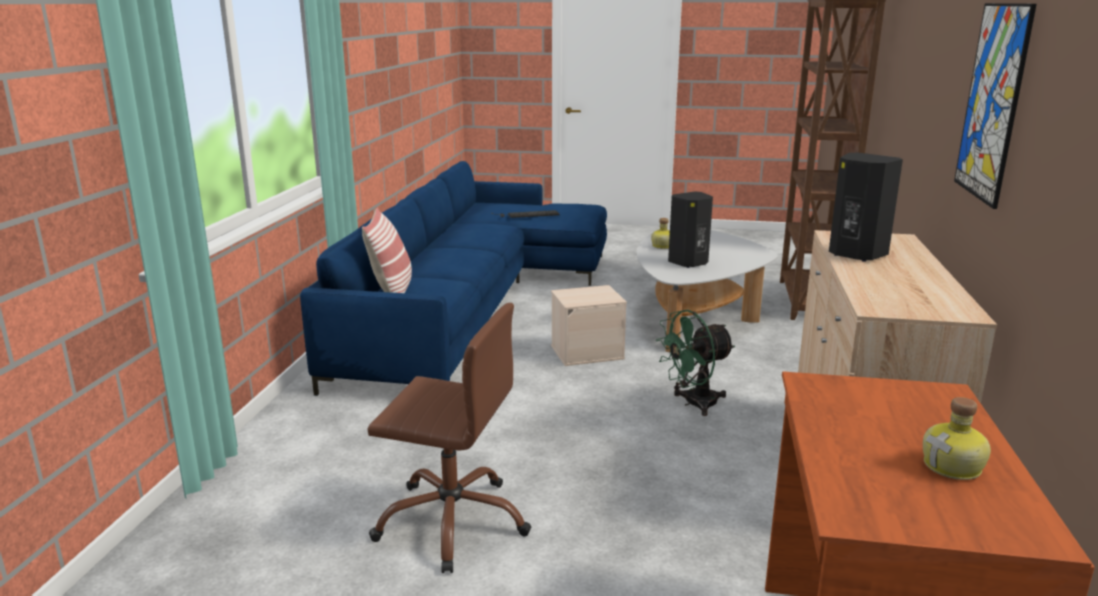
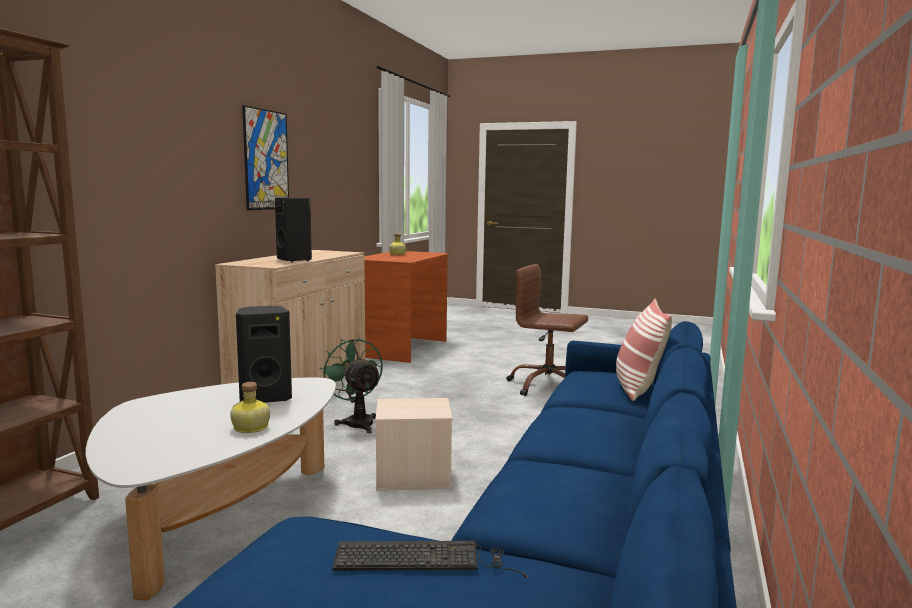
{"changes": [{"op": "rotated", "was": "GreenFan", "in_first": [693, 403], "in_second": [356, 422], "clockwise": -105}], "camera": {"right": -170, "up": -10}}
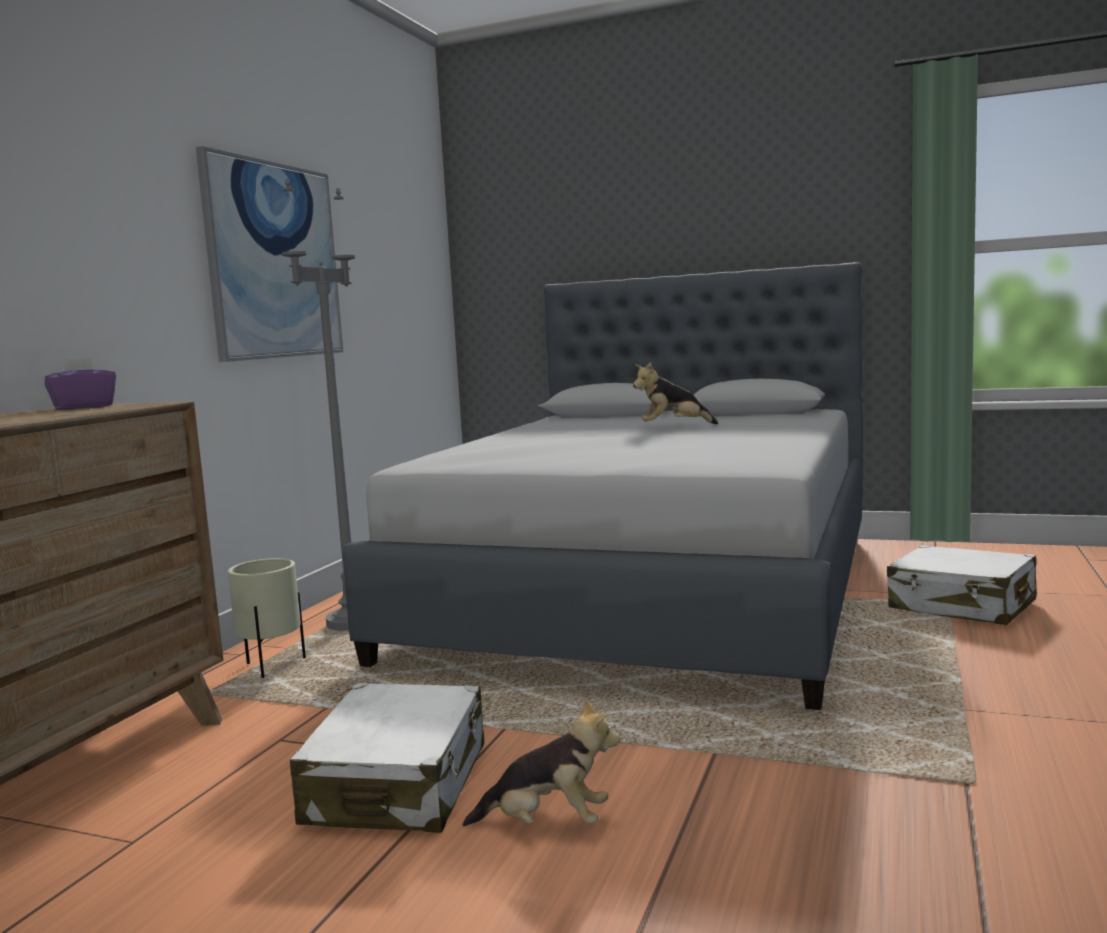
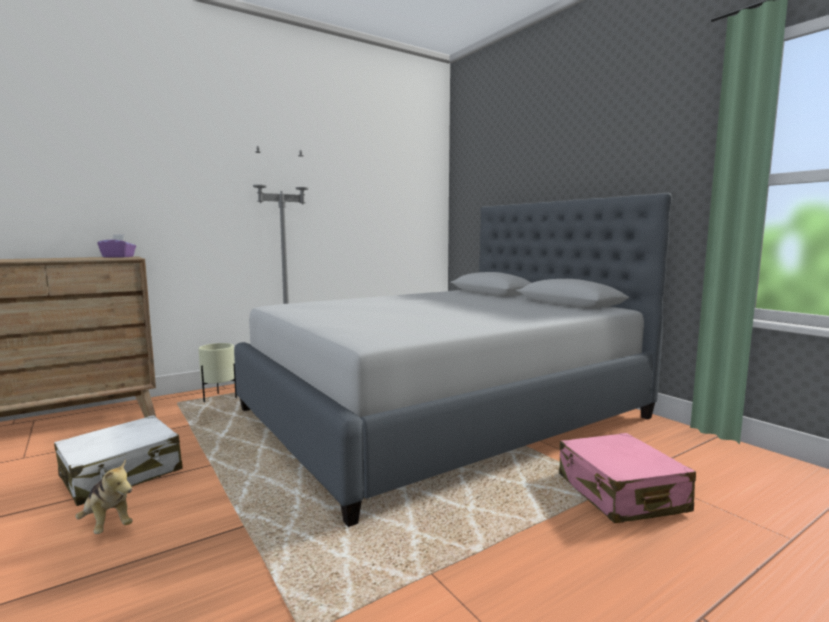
{"changes": [{"op": "gone", "was": "Picture", "in_first": [274, 261]}, {"op": "gone", "was": "PlushToy", "in_first": [673, 427]}, {"op": "repainted", "was": "WhiteSuitcase", "now": "PinkSuitcase", "in_first": [962, 606], "in_second": [620, 494]}], "camera": {"right": 35, "up": 0}}
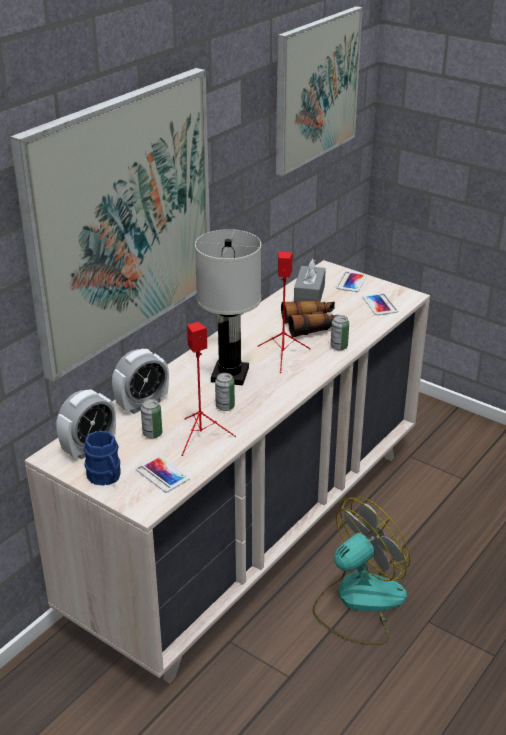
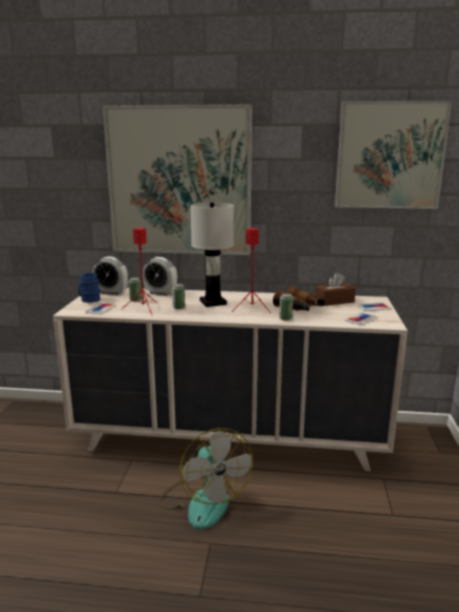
{"changes": [{"op": "repainted", "was": "GreyTissueBox", "now": "BrownTissueBox", "in_first": [309, 295], "in_second": [334, 301]}, {"op": "rotated", "was": "Fan", "in_first": [358, 601], "in_second": [203, 500], "clockwise": 45}], "camera": {"right": 60, "up": -15}}
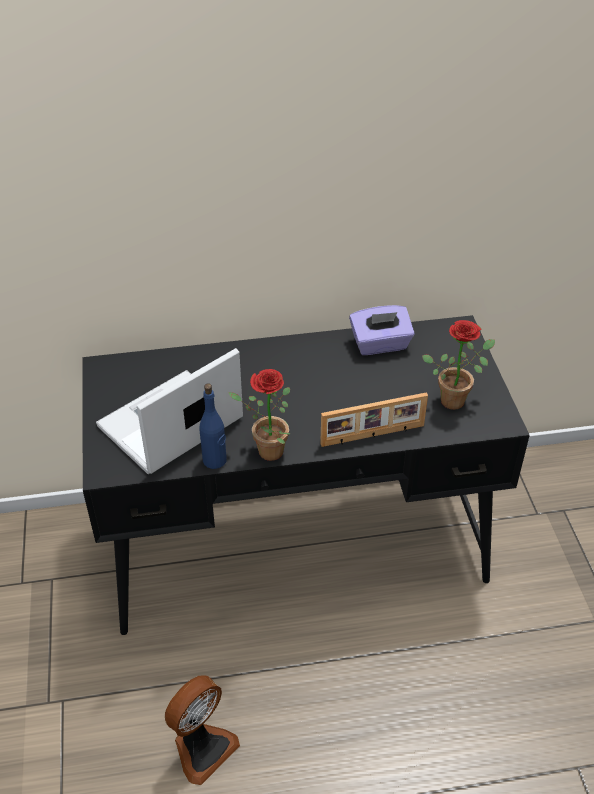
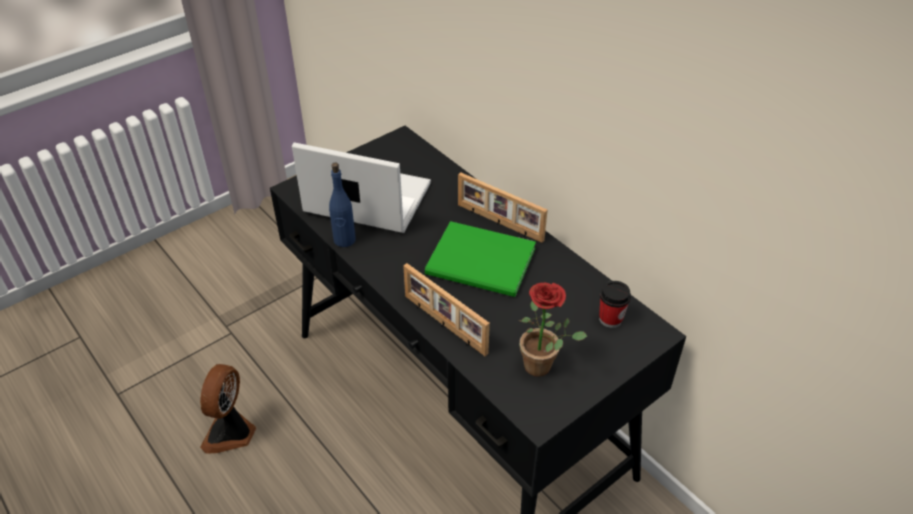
{"changes": [{"op": "gone", "was": "PottedPlant", "in_first": [265, 451]}, {"op": "gone", "was": "PurpleTissueBox", "in_first": [380, 344]}, {"op": "new", "now": "GreenBook", "in_second": [483, 264]}, {"op": "new", "now": "PictureFrame", "in_second": [499, 223]}, {"op": "new", "now": "Cup", "in_second": [610, 319]}, {"op": "rotated", "was": "Fan", "in_first": [202, 747], "in_second": [231, 433], "clockwise": 90}], "camera": {"right": 60, "up": 0}}
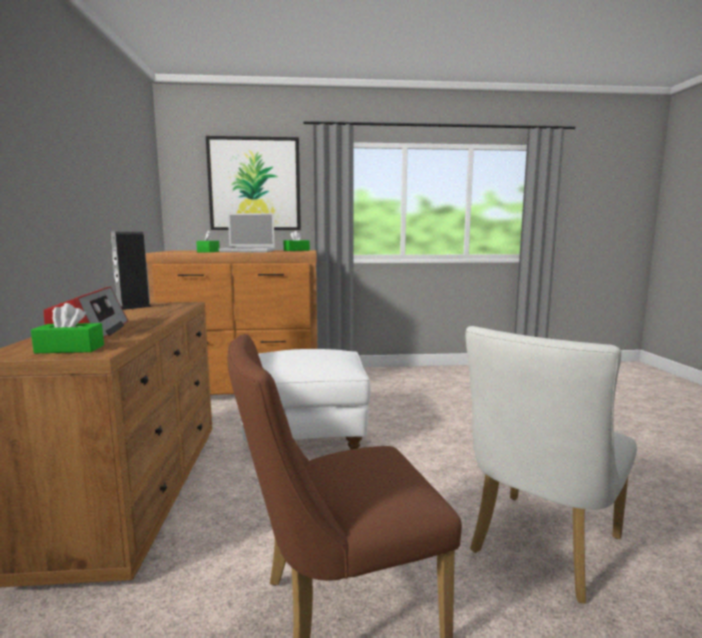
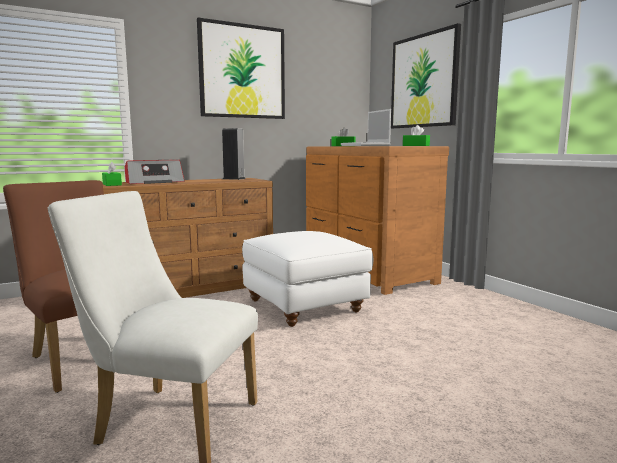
{"changes": [{"op": "new", "now": "Picture", "in_second": [242, 71]}], "camera": {"right": 65, "up": 0}}
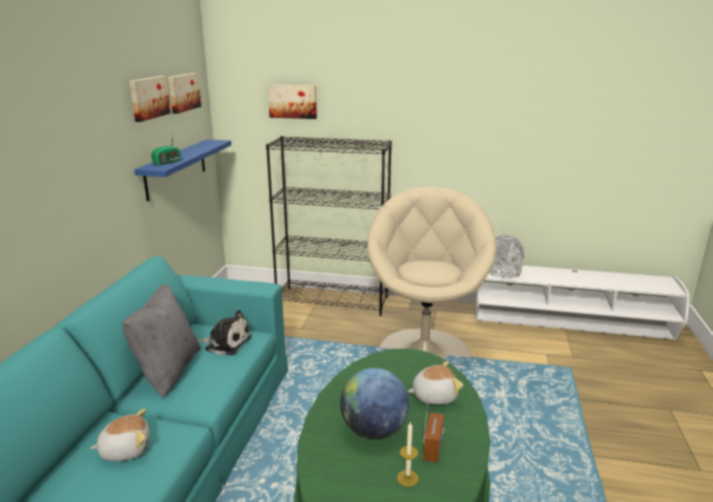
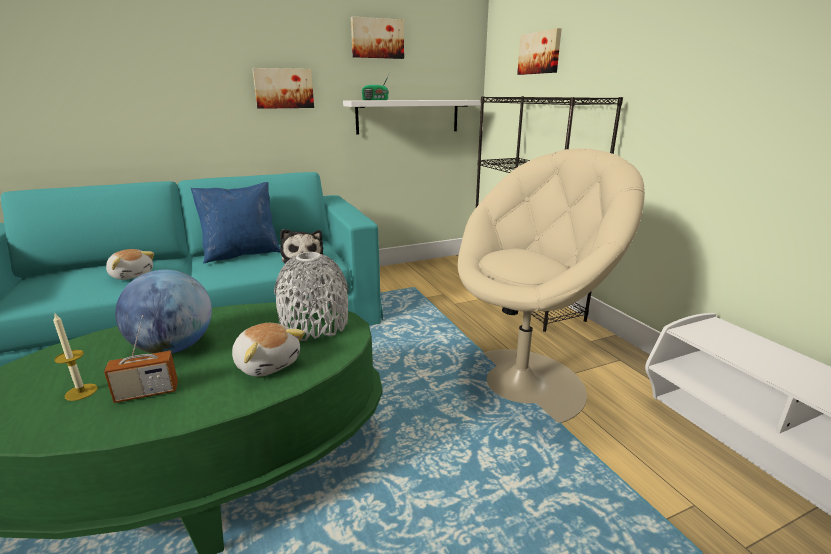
{"changes": [{"op": "shifted", "was": "Picture", "in_first": [183, 92], "in_second": [283, 88]}, {"op": "shifted", "was": "GreyVase", "in_first": [503, 272], "in_second": [315, 325]}, {"op": "repainted", "was": "GreyPillow", "now": "BluePillow", "in_first": [168, 371], "in_second": [242, 254]}, {"op": "repainted", "was": "BlueShelf", "now": "WhiteShelf", "in_first": [176, 168], "in_second": [408, 116]}], "camera": {"right": 55, "up": 0}}
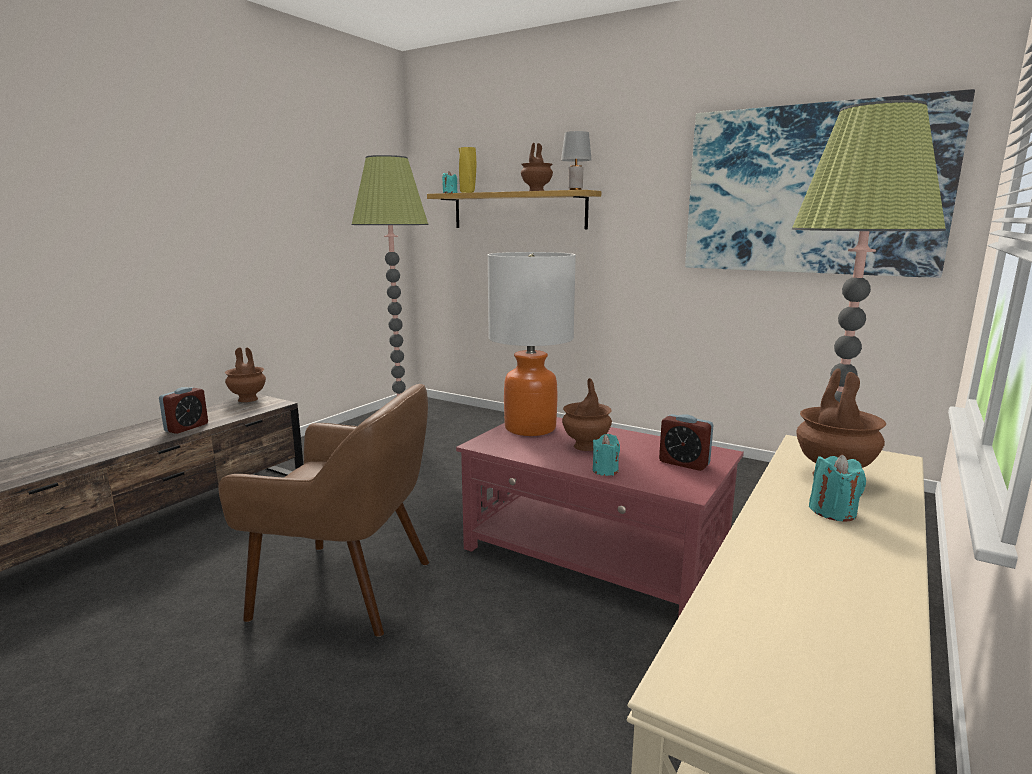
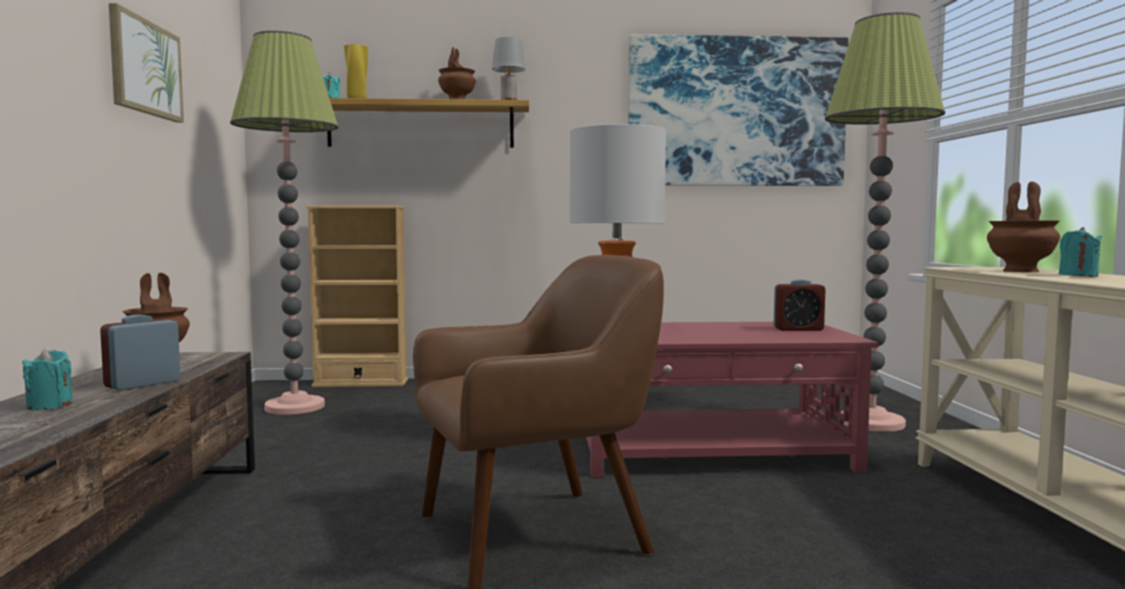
{"changes": [{"op": "gone", "was": "BrownVase", "in_first": [586, 446]}, {"op": "new", "now": "Picture", "in_second": [145, 68]}, {"op": "new", "now": "BeigeBookcase", "in_second": [360, 383]}, {"op": "shifted", "was": "TurquoiseCandle", "in_first": [605, 471], "in_second": [49, 405]}, {"op": "rotated", "was": "AlarmClock", "in_first": [186, 427], "in_second": [143, 384], "clockwise": -135}], "camera": {"right": -35, "up": -10}}
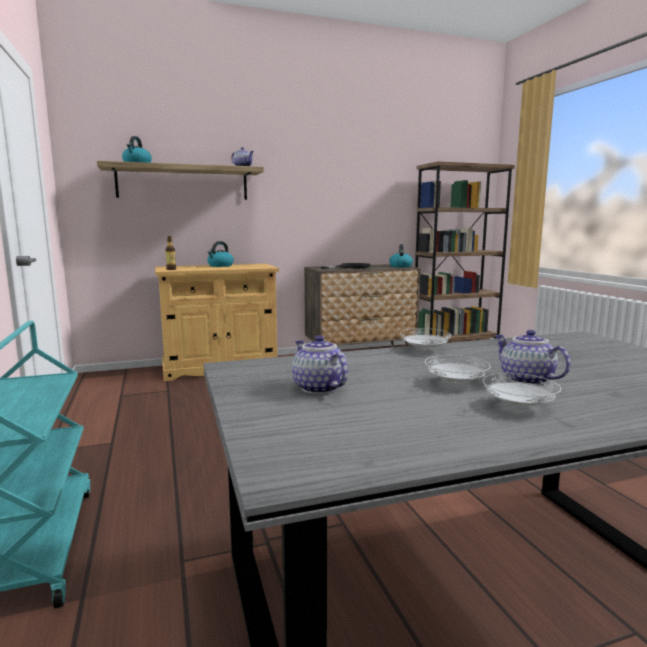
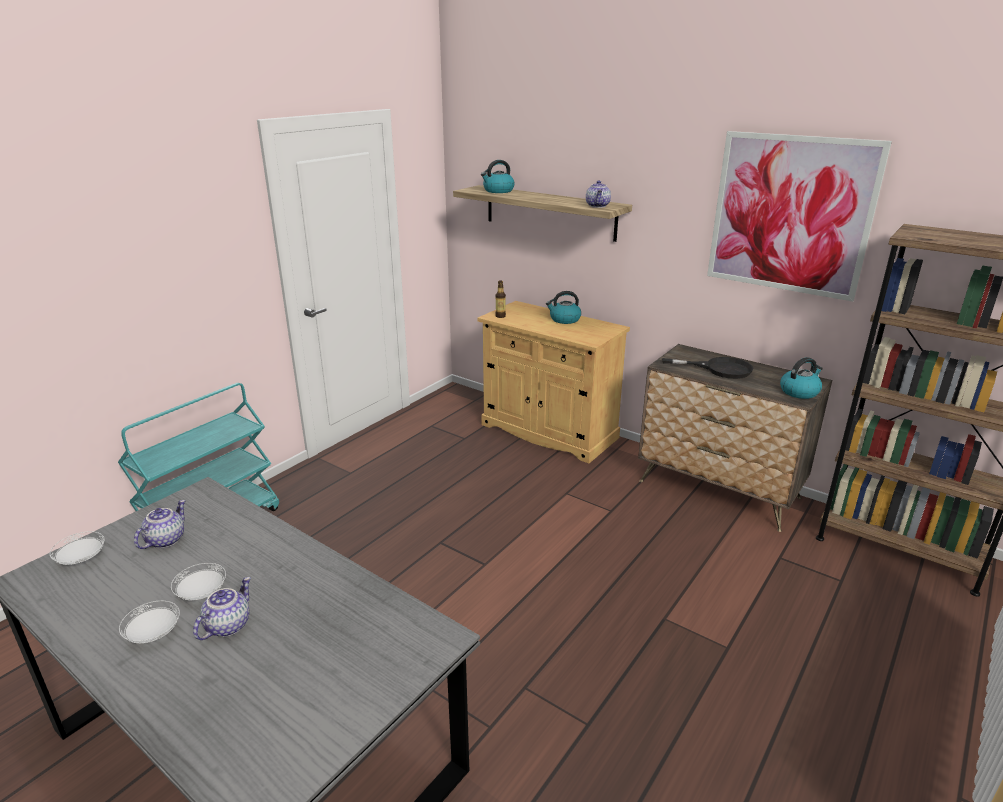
{"changes": [{"op": "new", "now": "Picture", "in_second": [790, 215]}, {"op": "shifted", "was": "WhitePlate", "in_first": [424, 349], "in_second": [82, 558]}], "camera": {"right": 55, "up": 15}}
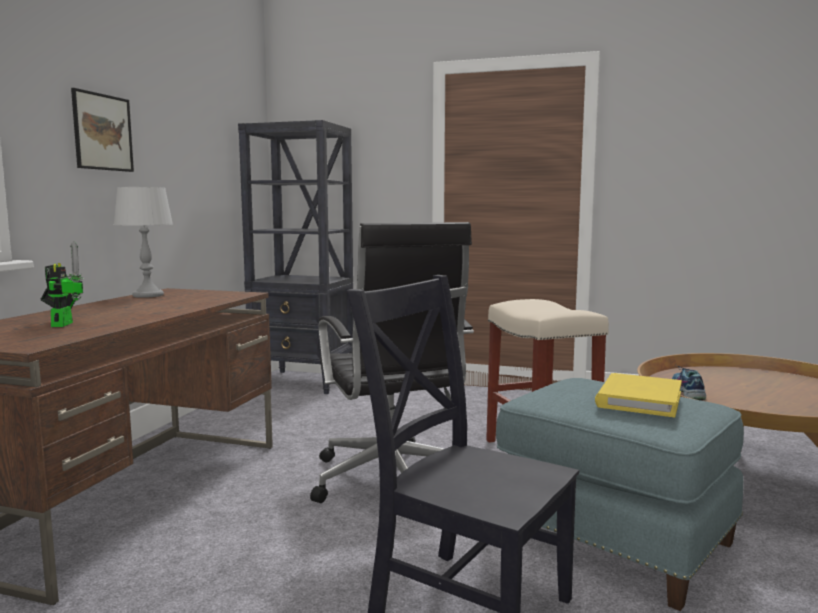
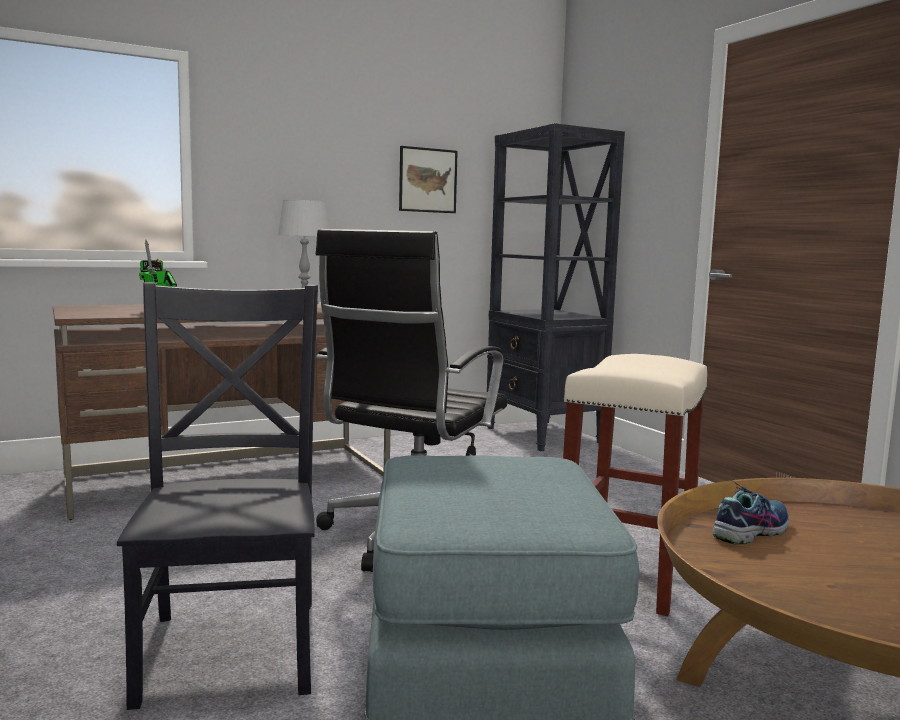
{"changes": [{"op": "gone", "was": "YellowBook", "in_first": [639, 399]}, {"op": "shifted", "was": "Picture", "in_first": [102, 132], "in_second": [427, 180]}], "camera": {"right": 45, "up": 0}}
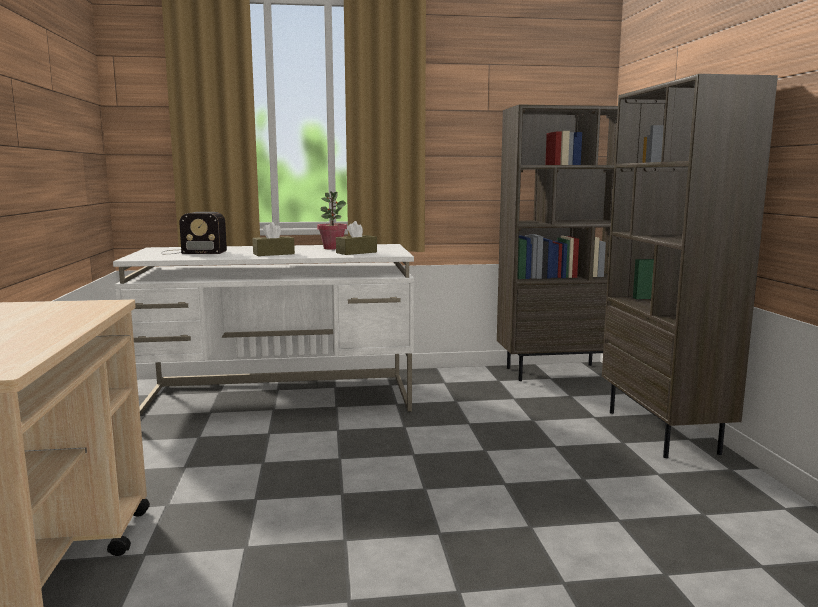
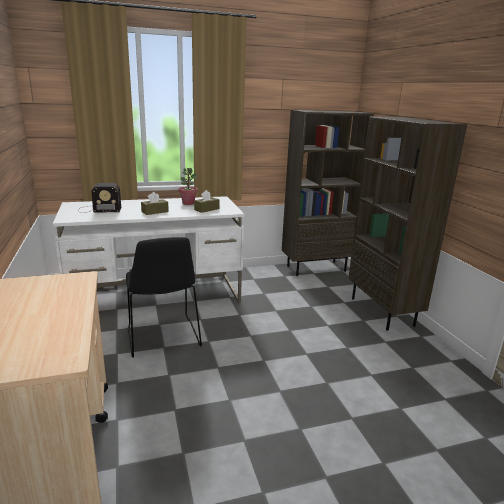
{"changes": [{"op": "new", "now": "BlackChair", "in_second": [163, 338]}], "camera": {"right": -10, "up": 10}}
